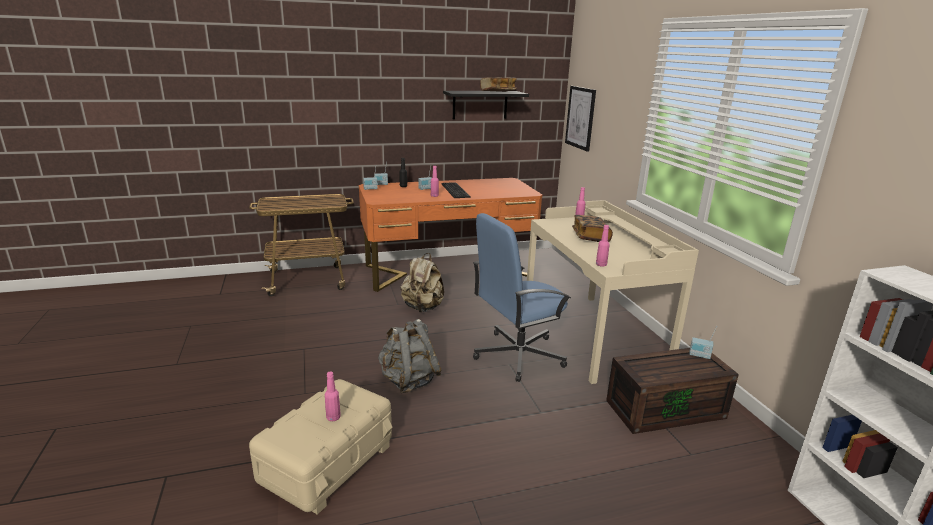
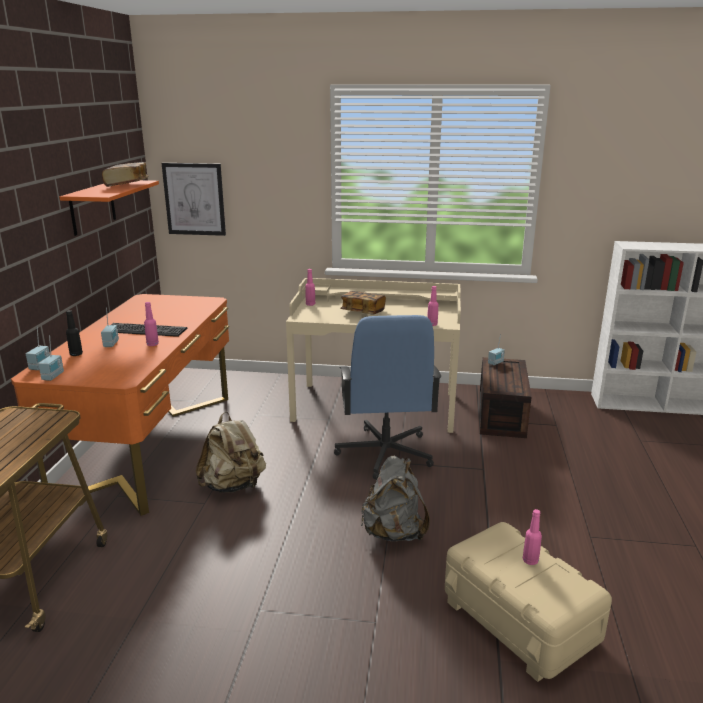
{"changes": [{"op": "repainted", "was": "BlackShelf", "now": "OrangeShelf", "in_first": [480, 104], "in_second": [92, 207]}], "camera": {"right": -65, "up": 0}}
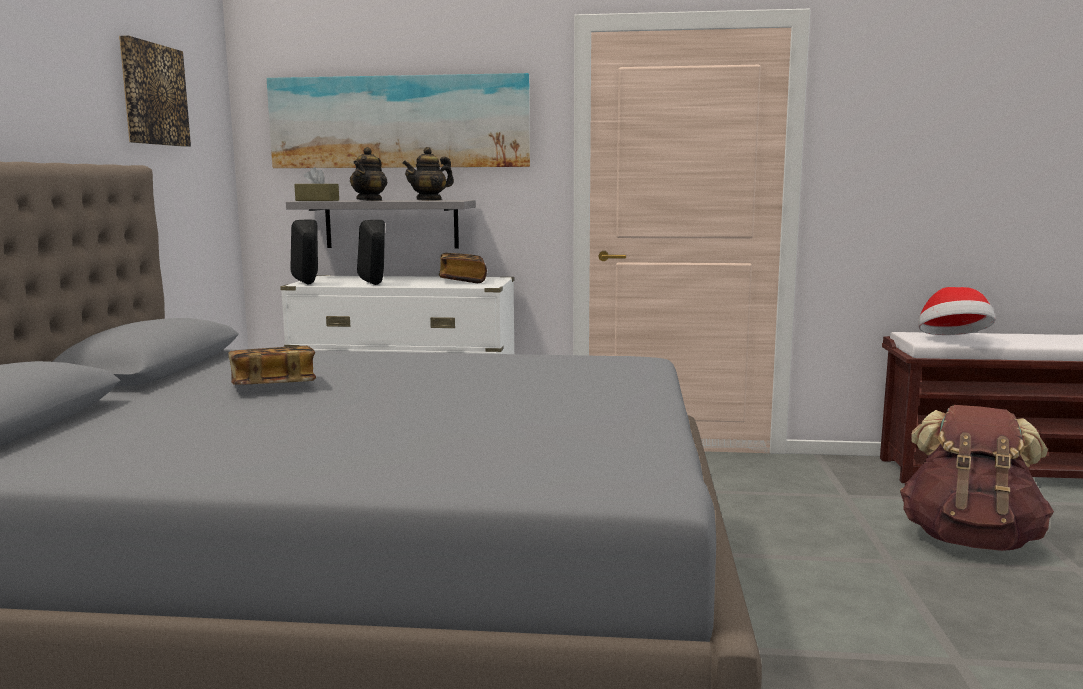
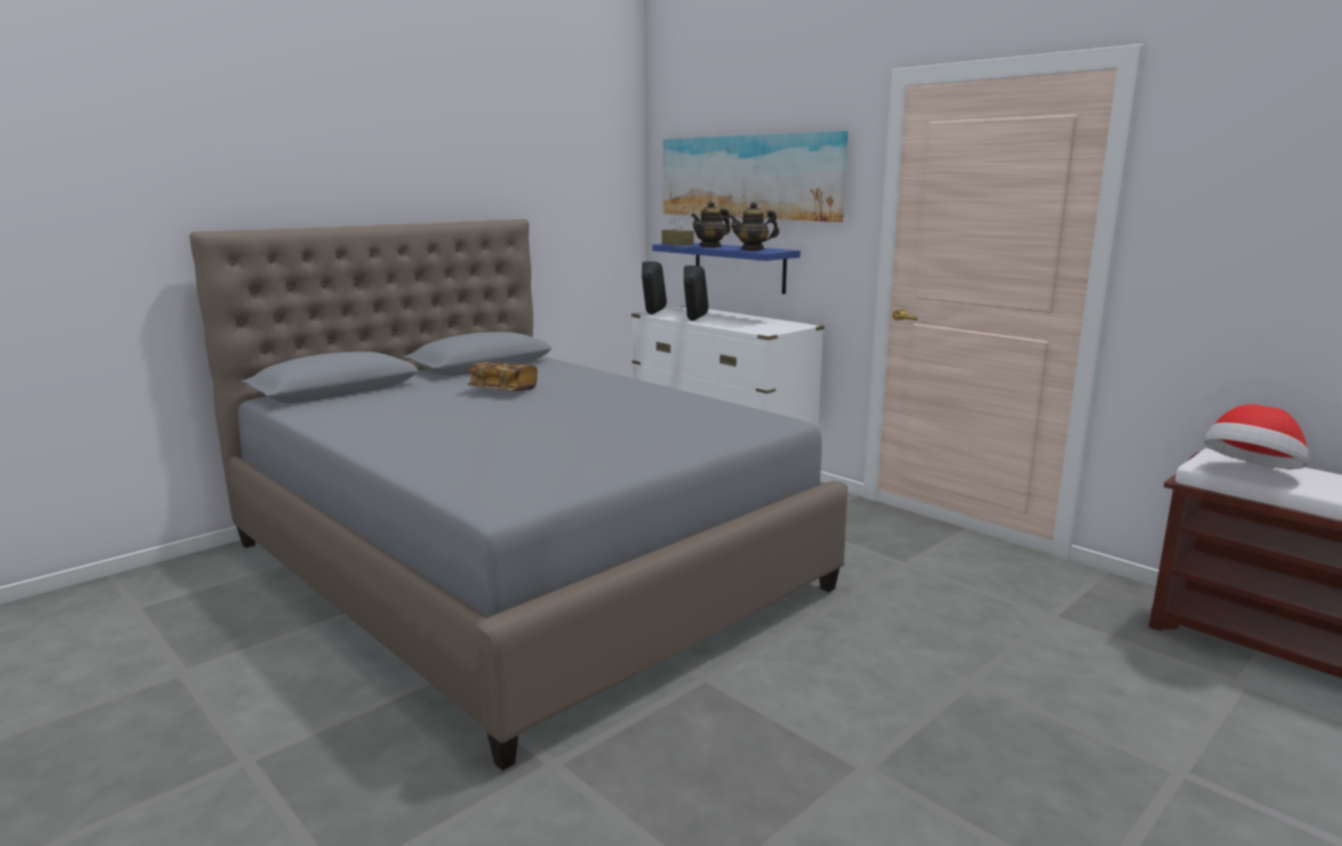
{"changes": [{"op": "gone", "was": "Picture", "in_first": [153, 94]}, {"op": "gone", "was": "Book", "in_first": [463, 281]}, {"op": "gone", "was": "BrownBackpack", "in_first": [969, 540]}, {"op": "repainted", "was": "GreyShelf", "now": "BlueShelf", "in_first": [391, 224], "in_second": [739, 267]}], "camera": {"right": 40, "up": 5}}
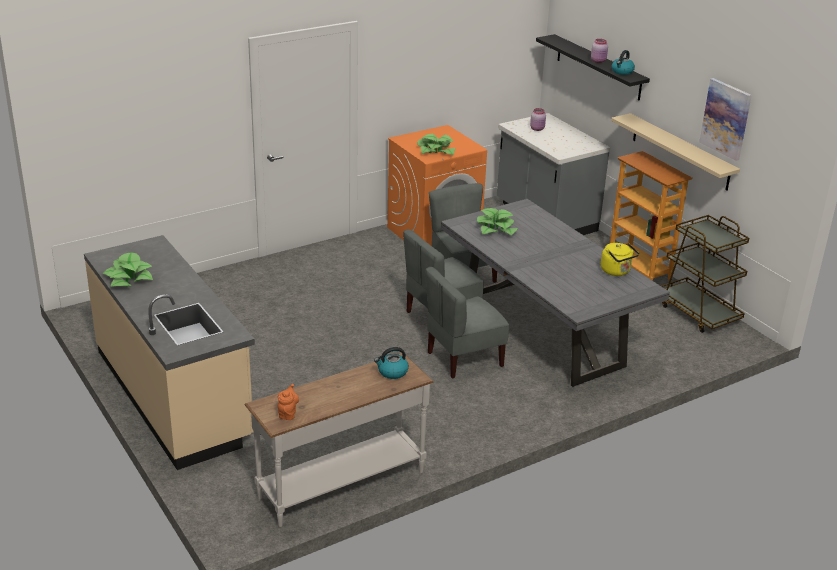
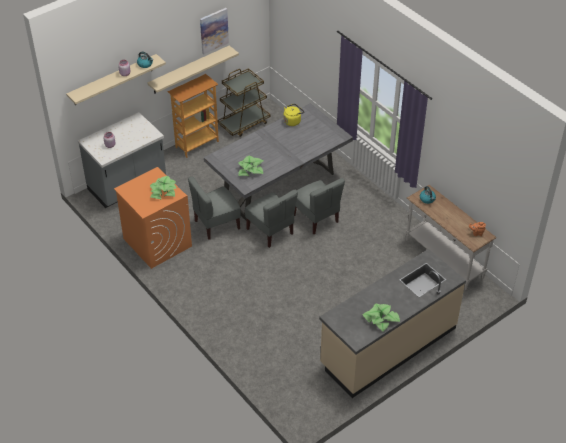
{"changes": [{"op": "repainted", "was": "BlackShelf", "now": "BeigeShelf", "in_first": [598, 67], "in_second": [113, 80]}], "camera": {"right": -95, "up": 15}}
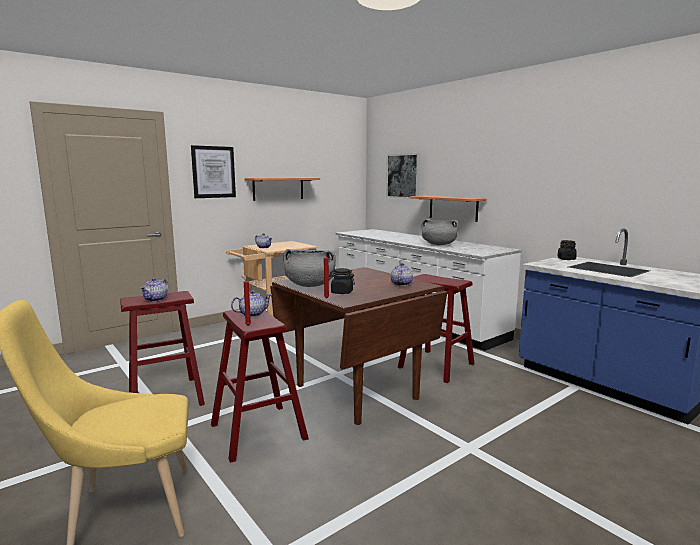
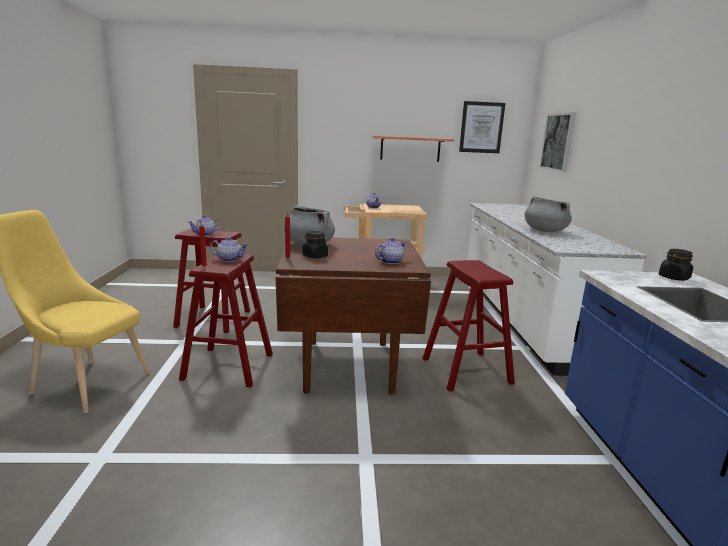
{"changes": [{"op": "gone", "was": "Shelf", "in_first": [453, 208]}, {"op": "shifted", "was": "Picture", "in_first": [213, 172], "in_second": [481, 127]}], "camera": {"right": 35, "up": 5}}
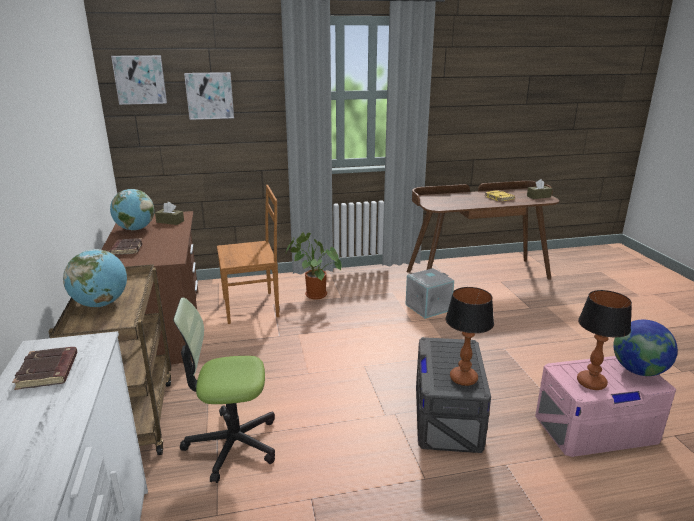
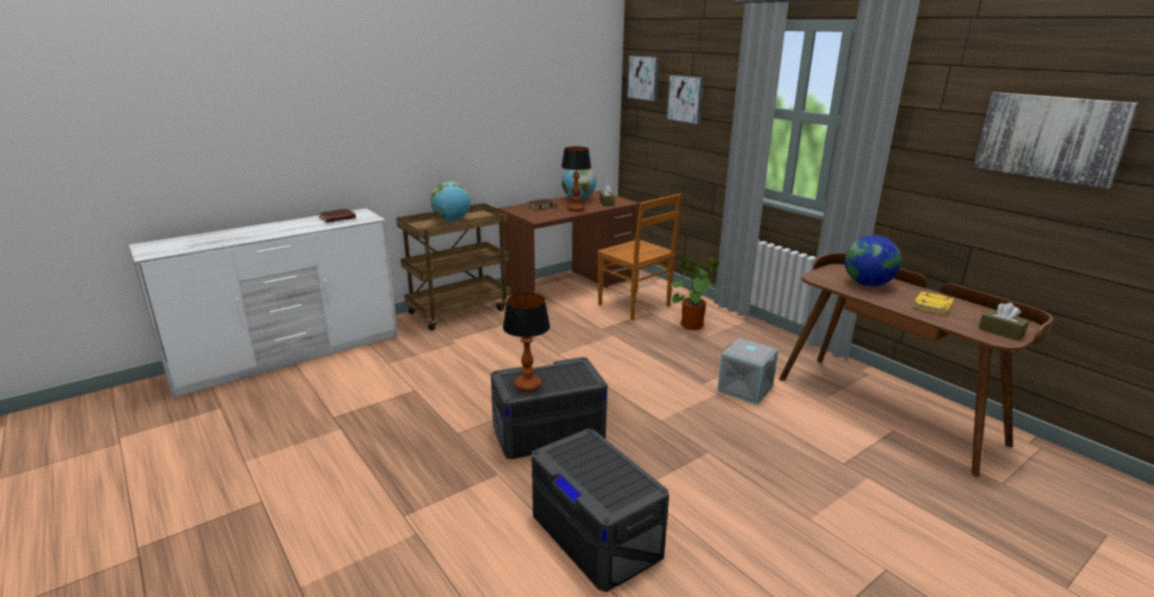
{"changes": [{"op": "gone", "was": "OfficeChair", "in_first": [232, 444]}, {"op": "new", "now": "Picture", "in_second": [1050, 137]}, {"op": "shifted", "was": "TableLamp", "in_first": [591, 382], "in_second": [576, 209]}, {"op": "shifted", "was": "Globe", "in_first": [638, 371], "in_second": [867, 284]}, {"op": "repainted", "was": "PinkStorageBox", "now": "GreyStorageBox", "in_first": [596, 428], "in_second": [595, 534]}], "camera": {"right": 65, "up": 0}}
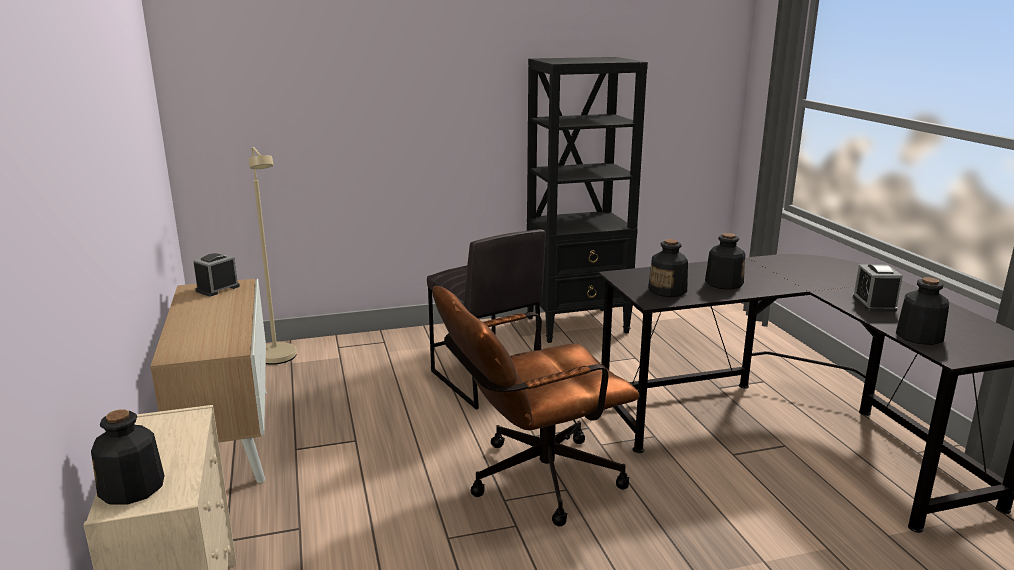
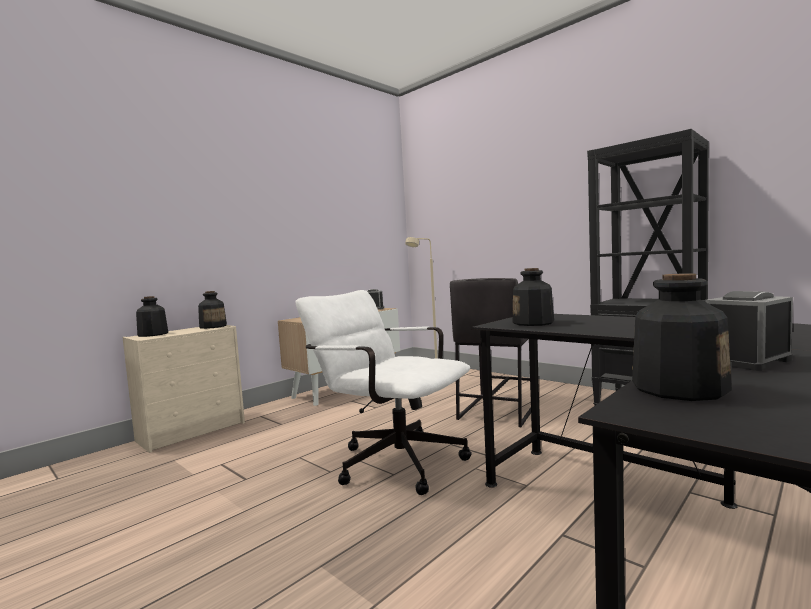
{"changes": [{"op": "shifted", "was": "Bottle", "in_first": [723, 283], "in_second": [213, 326]}, {"op": "repainted", "was": "BrownOfficeChair", "now": "WhiteOfficeChair", "in_first": [532, 480], "in_second": [391, 460]}], "camera": {"right": 60, "up": -15}}
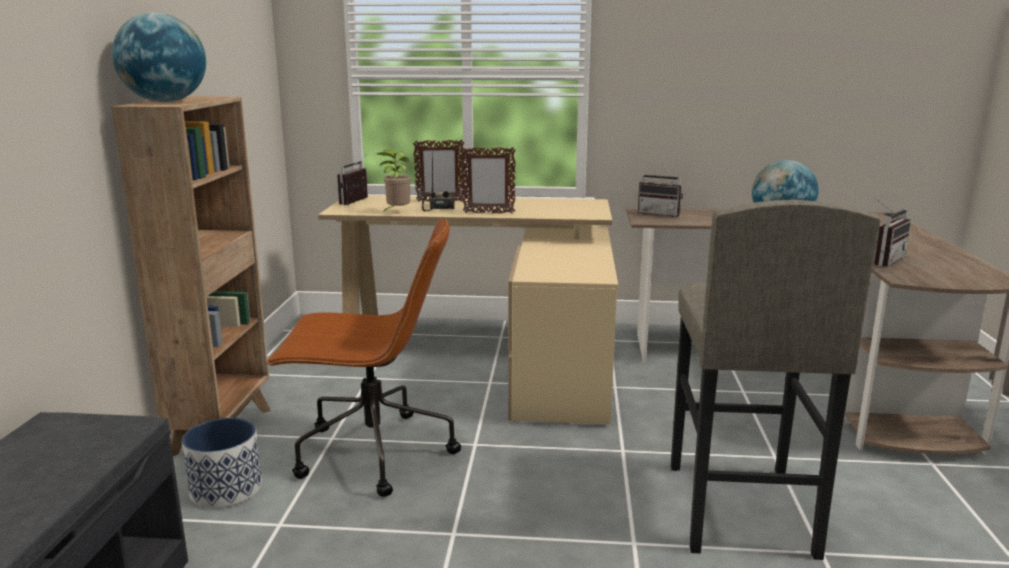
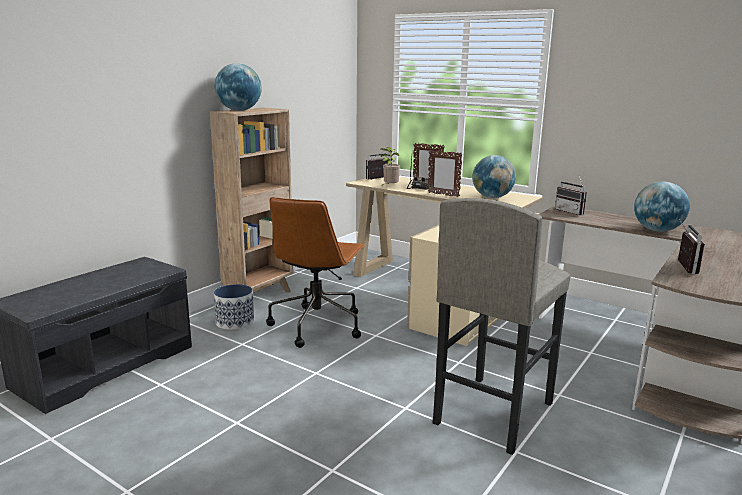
{"changes": [{"op": "new", "now": "Globe", "in_second": [492, 197]}, {"op": "rotated", "was": "BrownOfficeChair", "in_first": [371, 453], "in_second": [317, 325], "clockwise": 75}, {"op": "rotated", "was": "Radio", "in_first": [882, 260], "in_second": [681, 267], "clockwise": -60}], "camera": {"right": 30, "up": 0}}
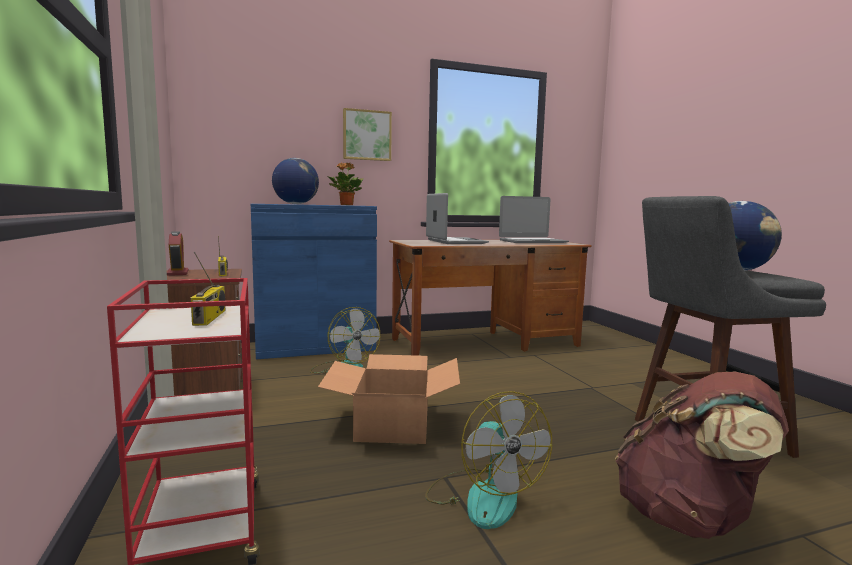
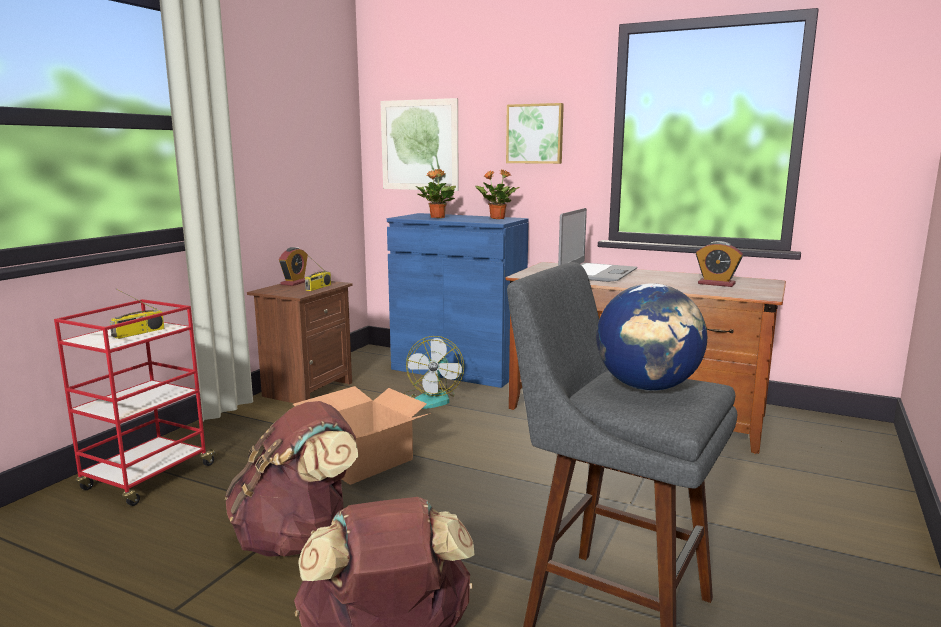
{"changes": [{"op": "new", "now": "Picture", "in_second": [419, 145]}, {"op": "swapped", "was": "Globe", "now": "PottedPlant", "in_first": [295, 204], "in_second": [437, 217]}, {"op": "swapped", "was": "Fan", "now": "BrownBackpack", "in_first": [483, 496], "in_second": [297, 538]}, {"op": "swapped", "was": "Laptop", "now": "AlarmClock", "in_first": [532, 241], "in_second": [716, 284]}], "camera": {"right": 45, "up": 5}}
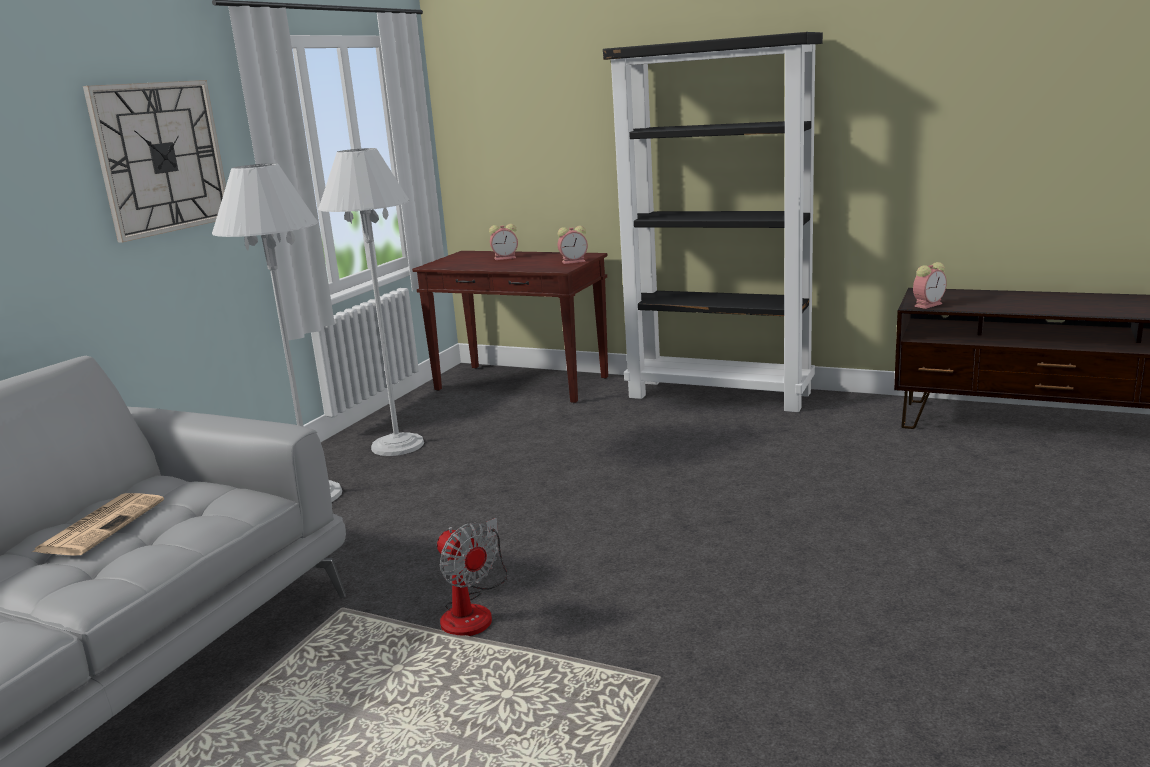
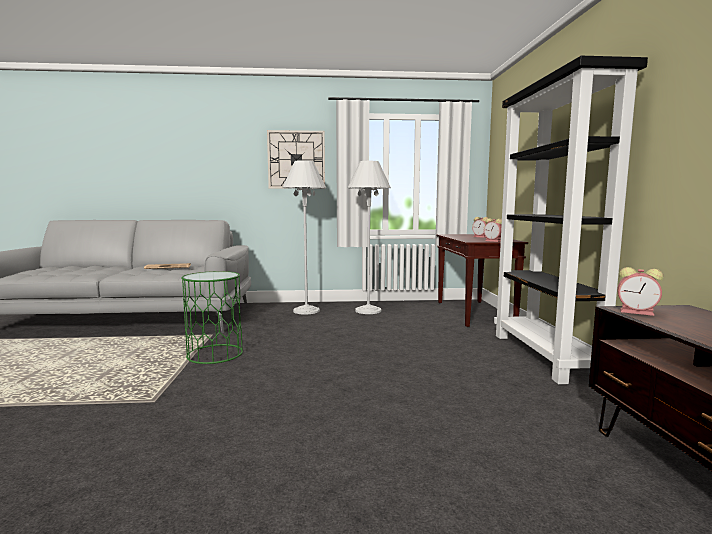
{"changes": [{"op": "swapped", "was": "Fan", "now": "GreenSideTable", "in_first": [472, 611], "in_second": [215, 354]}], "camera": {"right": 60, "up": -10}}
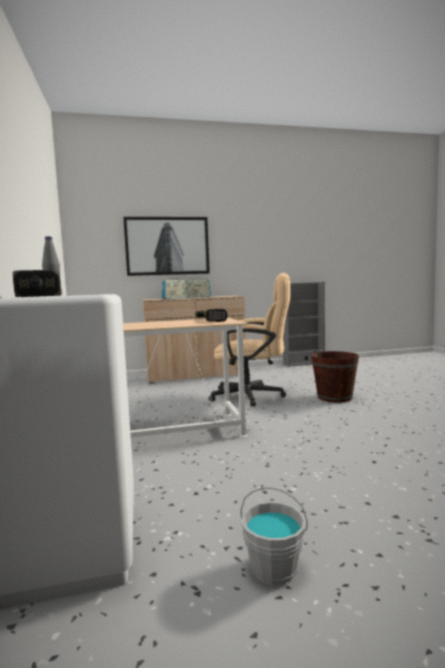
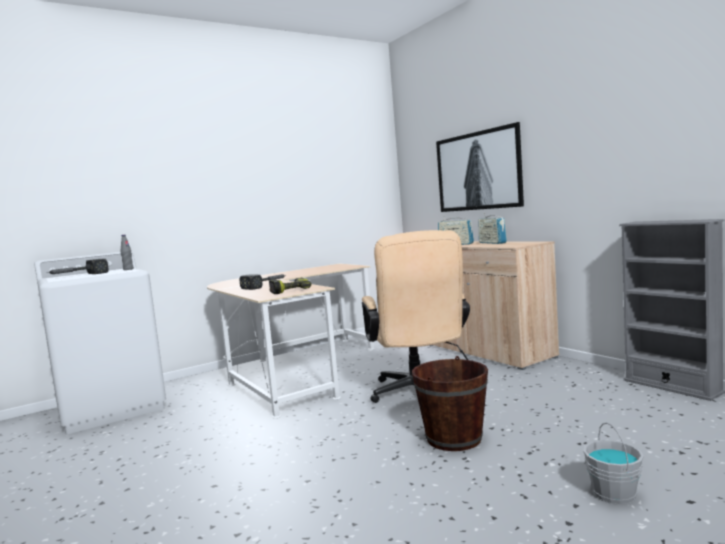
{"changes": [{"op": "new", "now": "Hammer", "in_second": [266, 285]}, {"op": "shifted", "was": "GreyBucket", "in_first": [273, 568], "in_second": [613, 494]}], "camera": {"right": 70, "up": 0}}
